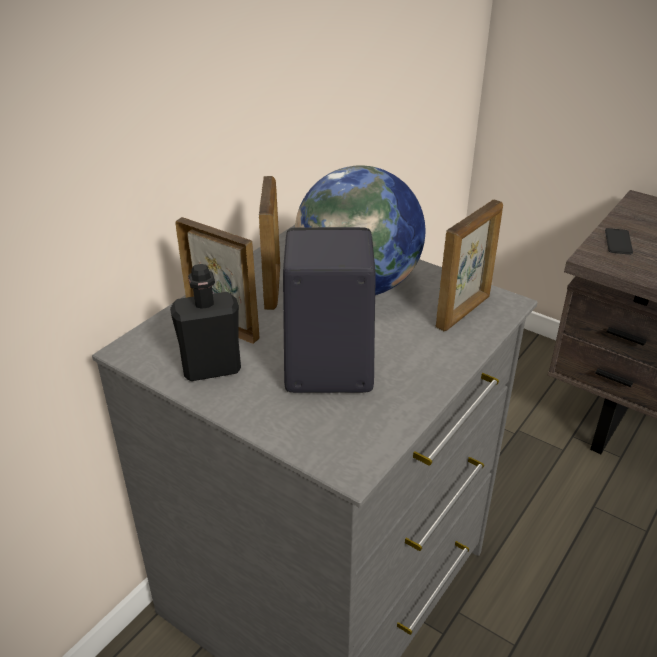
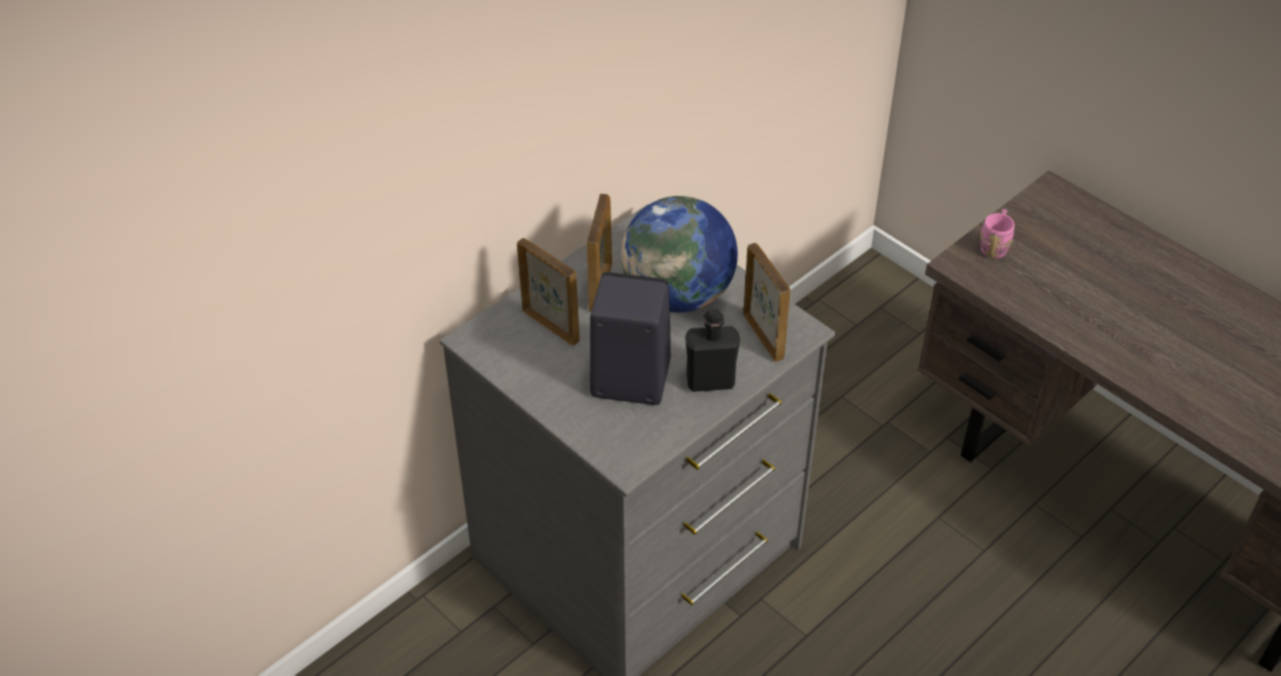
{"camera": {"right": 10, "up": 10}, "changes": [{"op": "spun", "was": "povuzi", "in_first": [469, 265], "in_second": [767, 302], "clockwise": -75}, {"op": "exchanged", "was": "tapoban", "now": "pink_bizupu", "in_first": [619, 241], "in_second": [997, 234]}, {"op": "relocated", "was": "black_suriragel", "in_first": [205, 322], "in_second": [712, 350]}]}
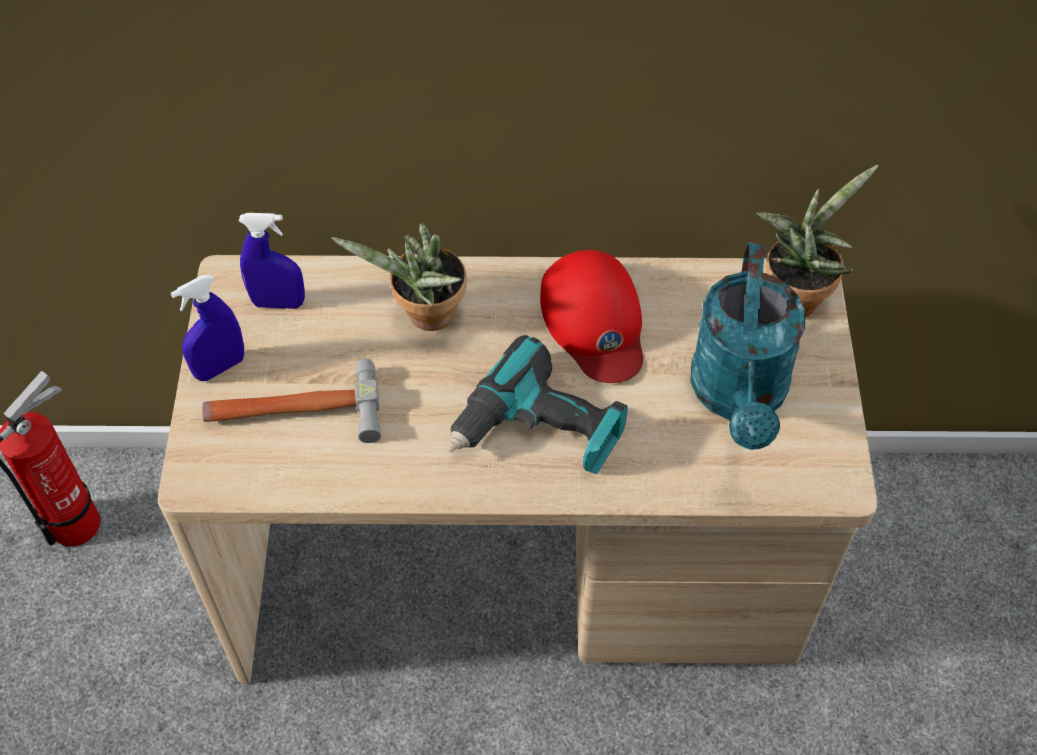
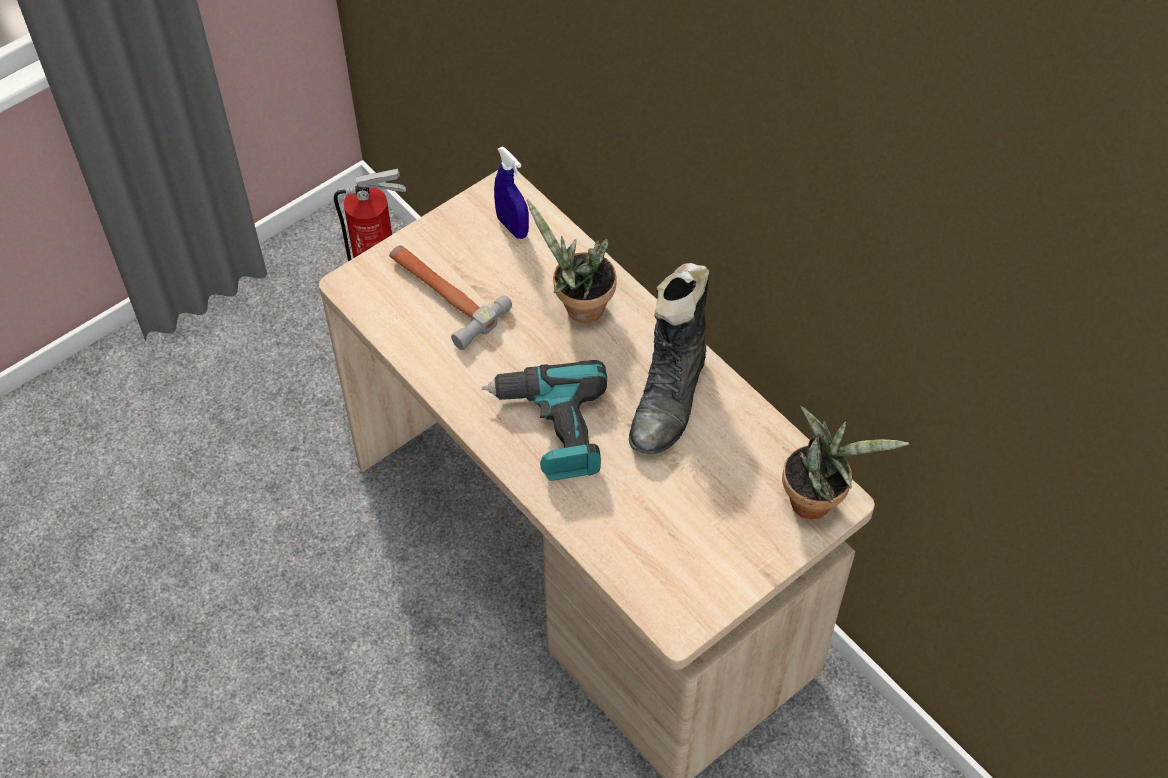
{"camera": {"right": 50, "up": 0}, "changes": [{"op": "missing", "was": "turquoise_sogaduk", "in_first": [747, 346]}, {"op": "exchanged", "was": "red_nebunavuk", "now": "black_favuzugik", "in_first": [591, 316], "in_second": [669, 358]}, {"op": "missing", "was": "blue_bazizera", "in_first": [207, 327]}]}
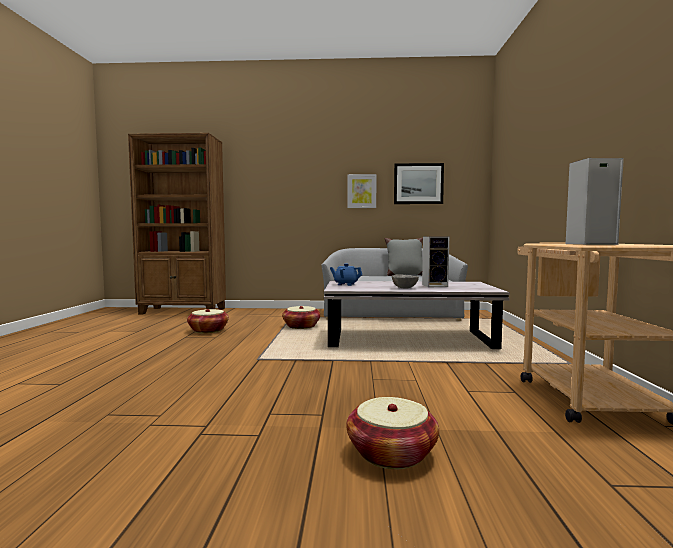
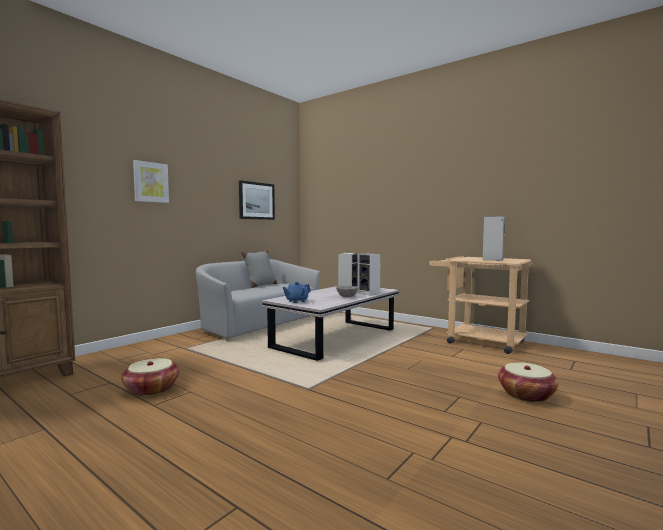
{"camera": {"right": -55, "up": 0}, "changes": [{"op": "relocated", "was": "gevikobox", "in_first": [362, 191], "in_second": [151, 181]}, {"op": "missing", "was": "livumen", "in_first": [301, 317]}, {"op": "appeared", "now": "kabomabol", "in_second": [369, 274]}]}
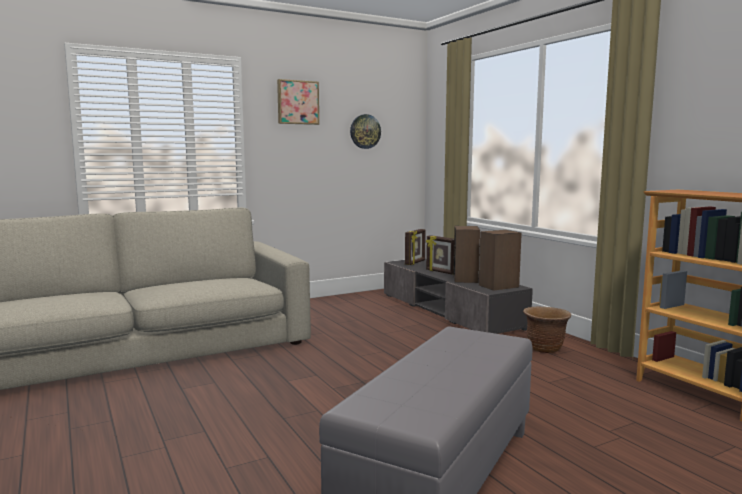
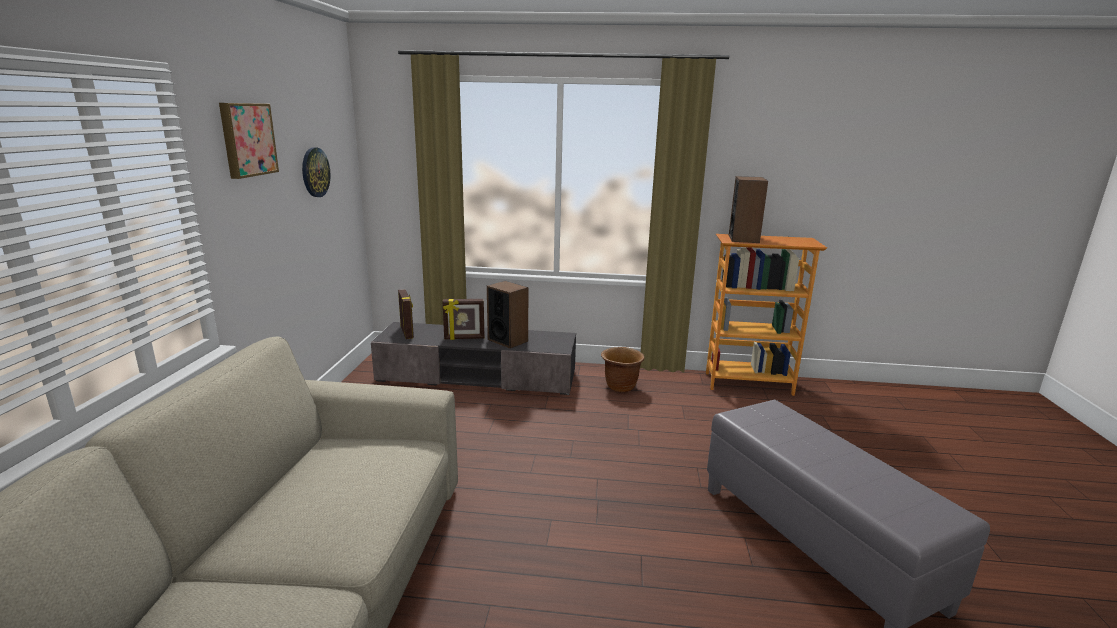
{"camera": {"right": -55, "up": 10}, "changes": [{"op": "relocated", "was": "kabomabol", "in_first": [500, 260], "in_second": [748, 209]}]}
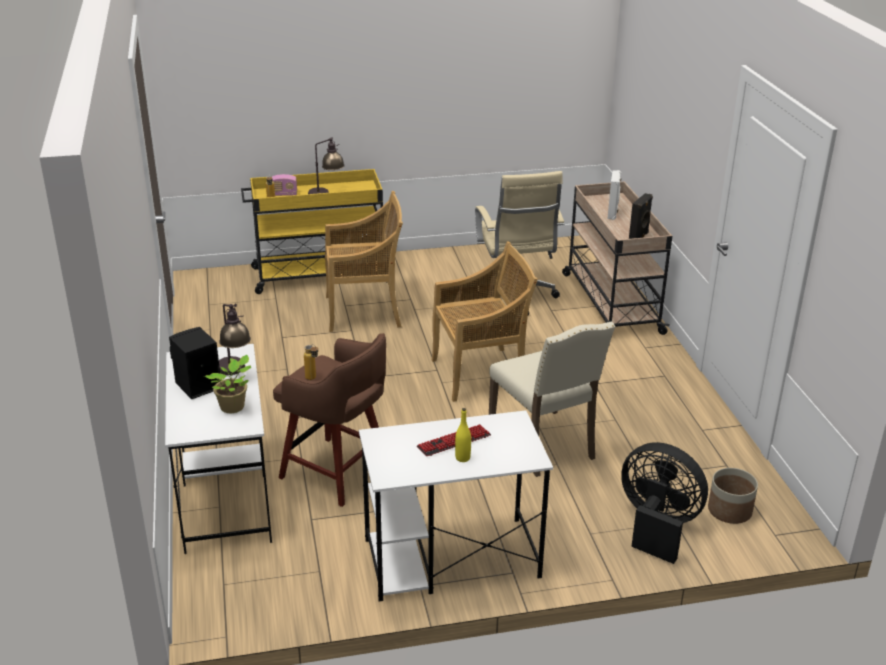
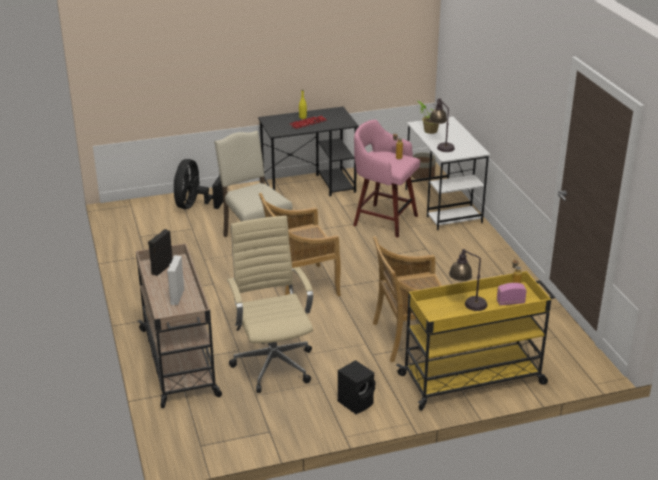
{"camera": {"right": 175, "up": 0}, "changes": [{"op": "relocated", "was": "black_kabomabol", "in_first": [194, 363], "in_second": [356, 387]}, {"op": "colour", "was": "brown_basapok", "now": "pink_basapok", "in_first": [329, 420], "in_second": [386, 179]}, {"op": "colour", "was": "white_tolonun", "now": "black_tolonun", "in_first": [456, 506], "in_second": [308, 151]}, {"op": "spun", "was": "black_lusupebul", "in_first": [664, 503], "in_second": [198, 184], "clockwise": 75}, {"op": "relocated", "was": "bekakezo", "in_first": [733, 496], "in_second": [423, 166]}]}
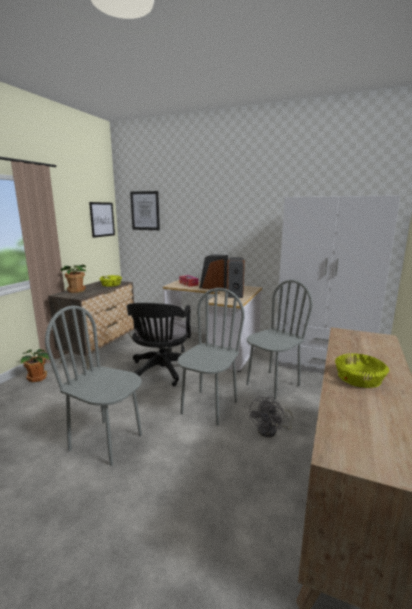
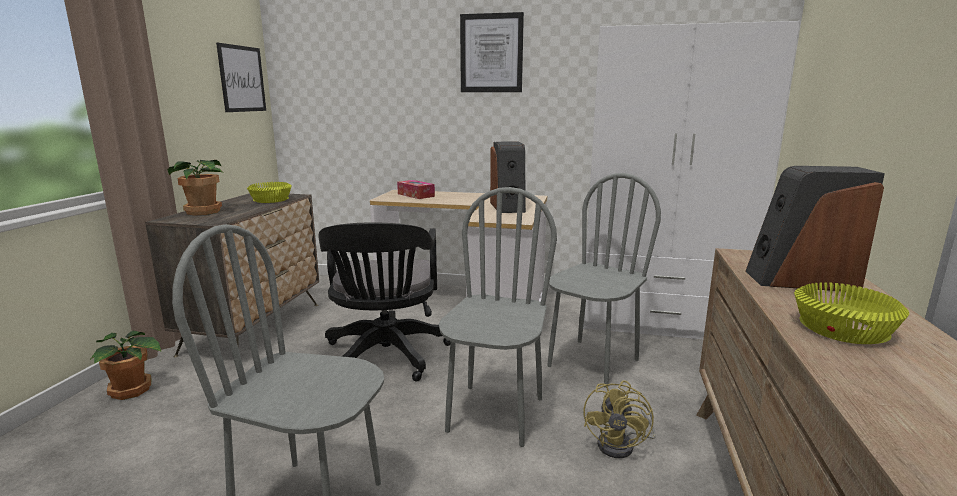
{"camera": {"right": -10, "up": 0}, "changes": [{"op": "relocated", "was": "gevikobox", "in_first": [145, 210], "in_second": [492, 52]}, {"op": "relocated", "was": "kabomabol", "in_first": [213, 271], "in_second": [815, 228]}, {"op": "colour", "was": "grey_lusupebul", "now": "yellow_lusupebul", "in_first": [271, 416], "in_second": [620, 419]}]}
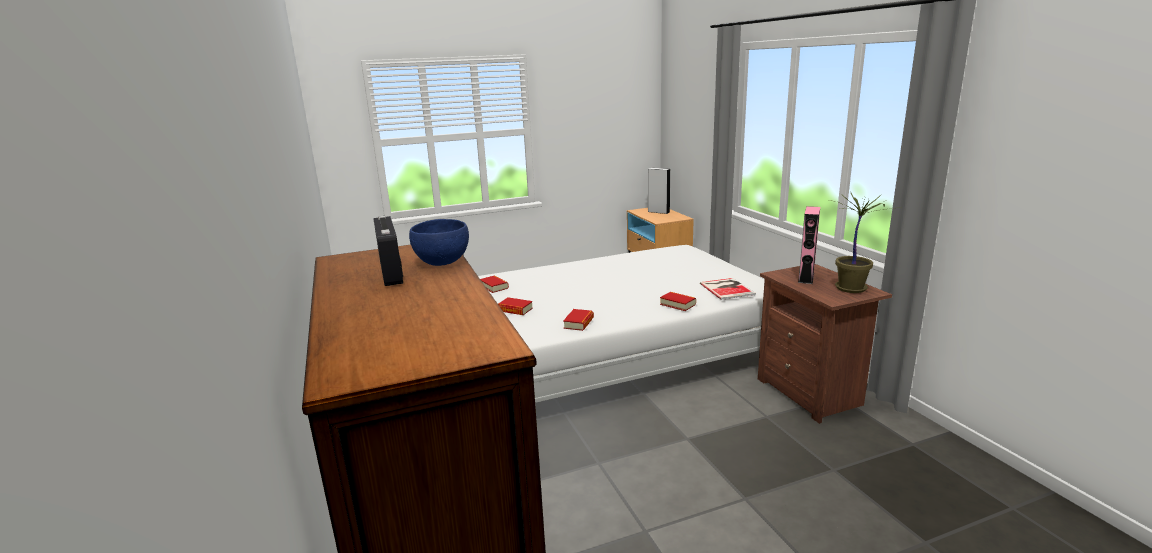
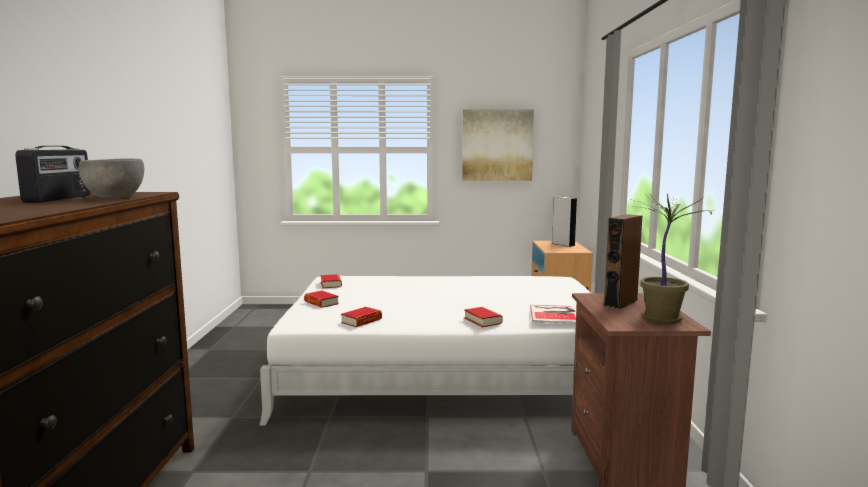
{"camera": {"right": 20, "up": -10}, "changes": [{"op": "colour", "was": "pink_kabomabol", "now": "brown_kabomabol", "in_first": [809, 245], "in_second": [622, 261]}, {"op": "colour", "was": "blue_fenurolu", "now": "grey_fenurolu", "in_first": [439, 242], "in_second": [111, 178]}, {"op": "appeared", "now": "gevikobox", "in_second": [498, 145]}]}
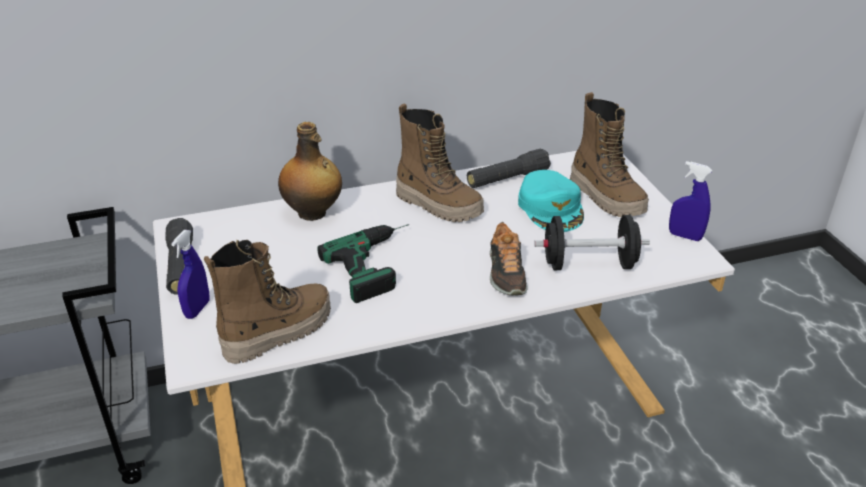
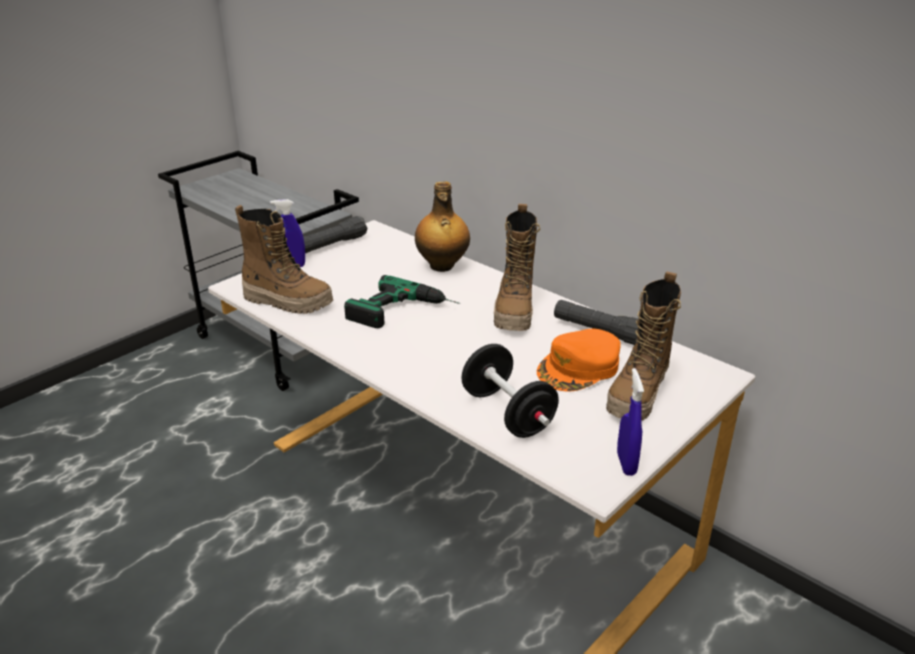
{"camera": {"right": 60, "up": -5}, "changes": [{"op": "colour", "was": "turquoise_nebunavuk", "now": "orange_nebunavuk", "in_first": [551, 201], "in_second": [579, 360]}, {"op": "missing", "was": "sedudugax", "in_first": [509, 259]}]}
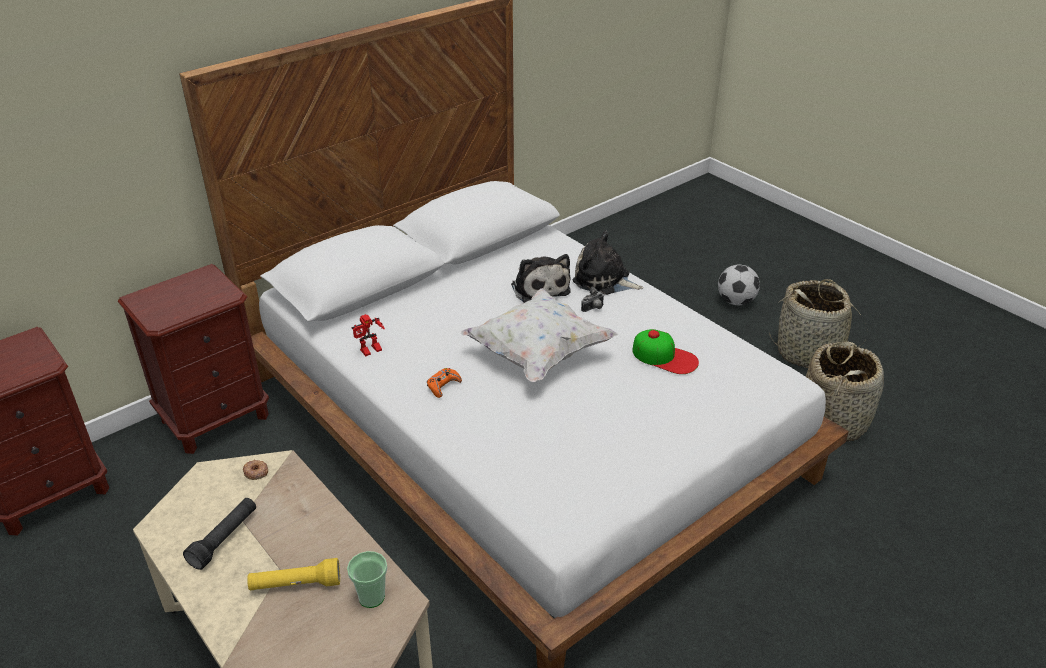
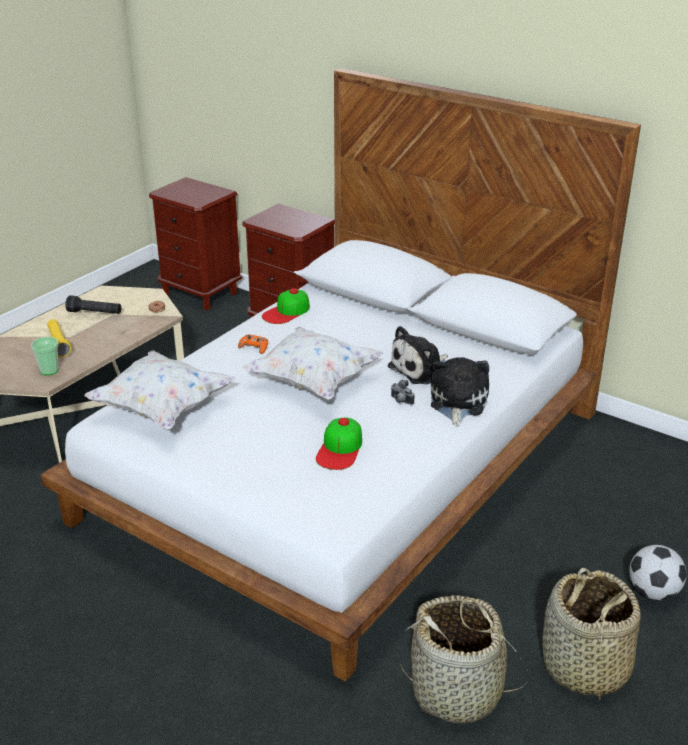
{"camera": {"right": 75, "up": -5}, "changes": [{"op": "exchanged", "was": "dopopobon", "now": "nebunavuk", "in_first": [368, 335], "in_second": [286, 306]}, {"op": "appeared", "now": "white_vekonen", "in_second": [160, 390]}]}
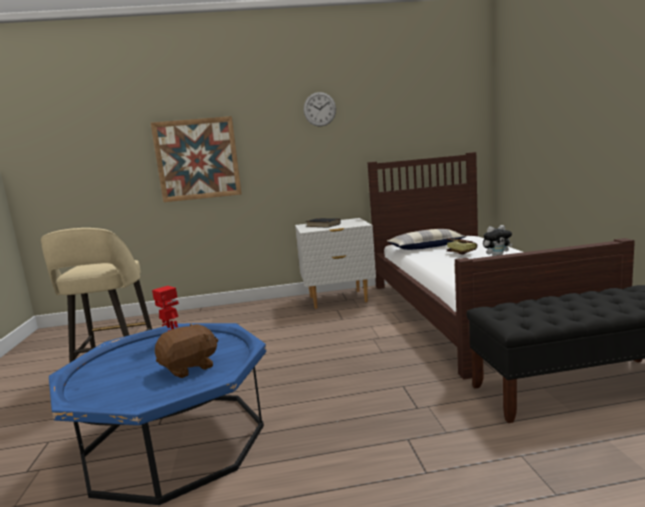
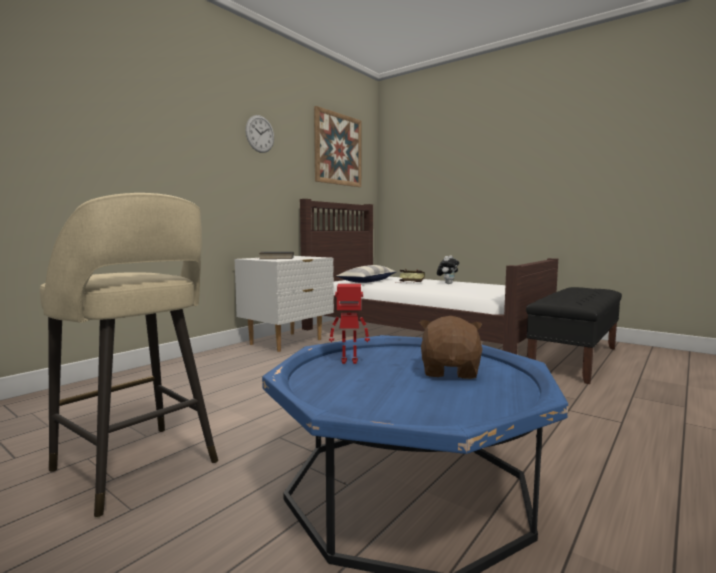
{"camera": {"right": -45, "up": -5}, "changes": [{"op": "relocated", "was": "gevikobox", "in_first": [196, 159], "in_second": [337, 146]}]}
